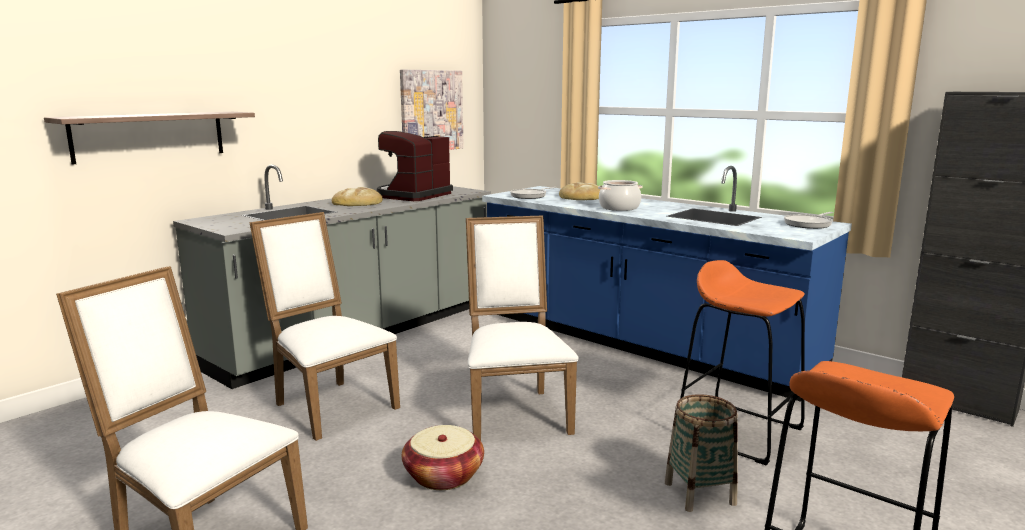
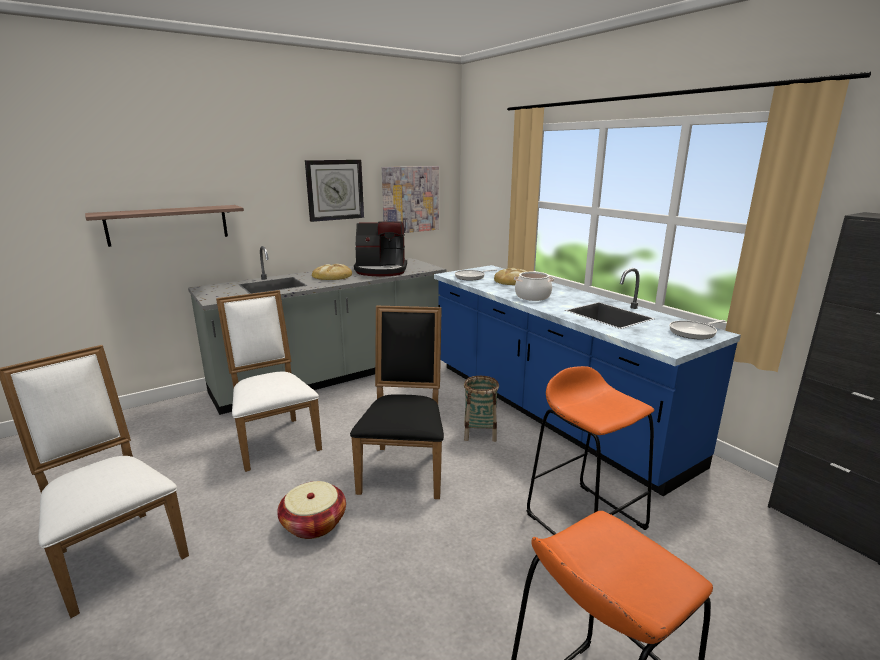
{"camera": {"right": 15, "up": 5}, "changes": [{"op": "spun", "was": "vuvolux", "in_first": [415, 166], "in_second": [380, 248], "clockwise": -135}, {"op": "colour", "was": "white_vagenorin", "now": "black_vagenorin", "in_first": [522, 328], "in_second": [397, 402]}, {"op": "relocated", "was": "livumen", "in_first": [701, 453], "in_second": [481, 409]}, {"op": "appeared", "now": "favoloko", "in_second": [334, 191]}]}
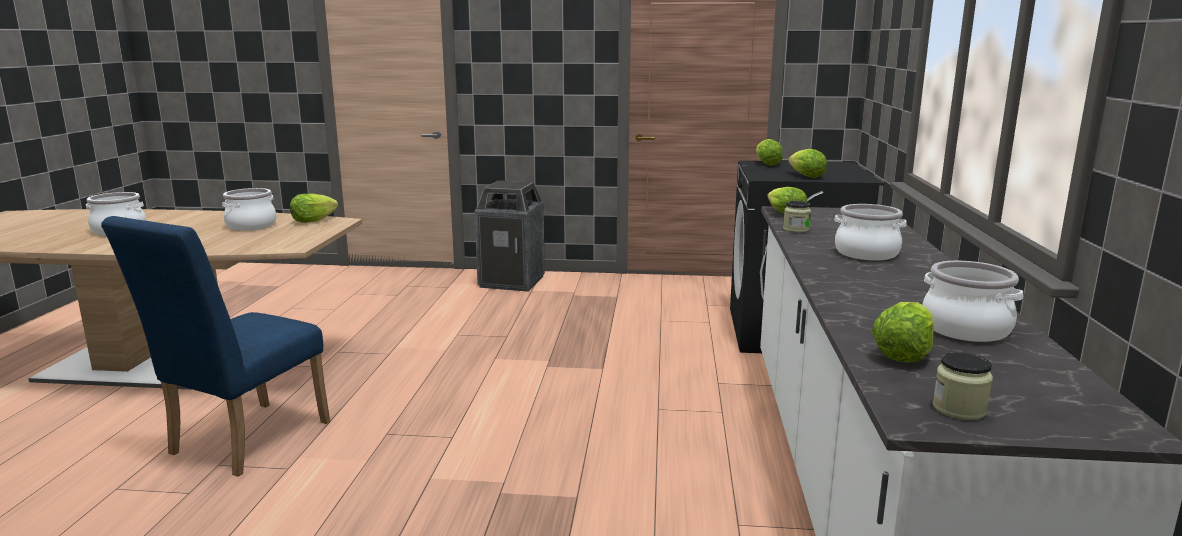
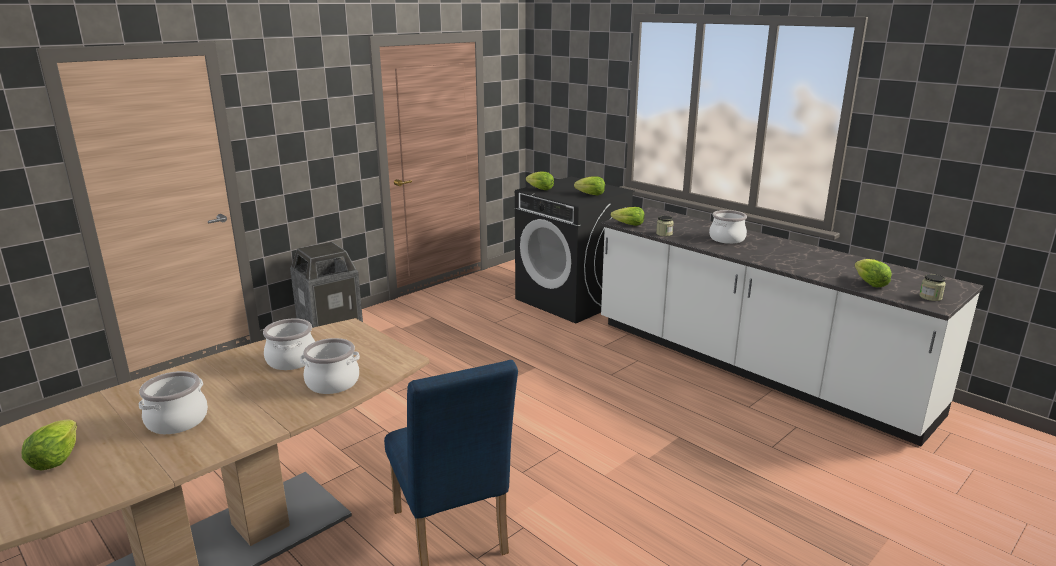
{"camera": {"right": -50, "up": 5}, "changes": [{"op": "relocated", "was": "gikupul", "in_first": [314, 208], "in_second": [49, 445]}, {"op": "relocated", "was": "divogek", "in_first": [972, 301], "in_second": [330, 366]}]}
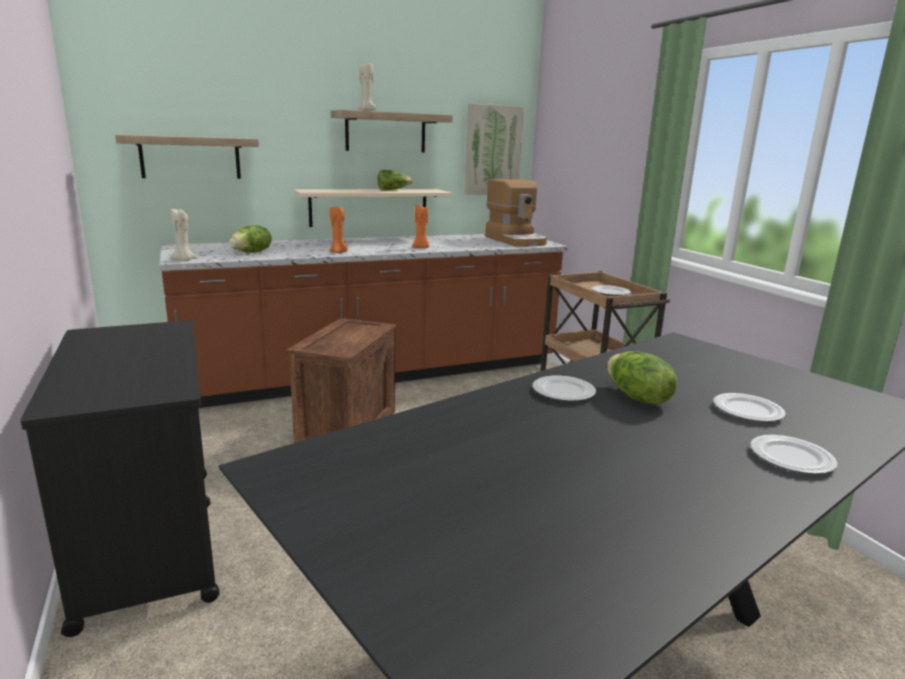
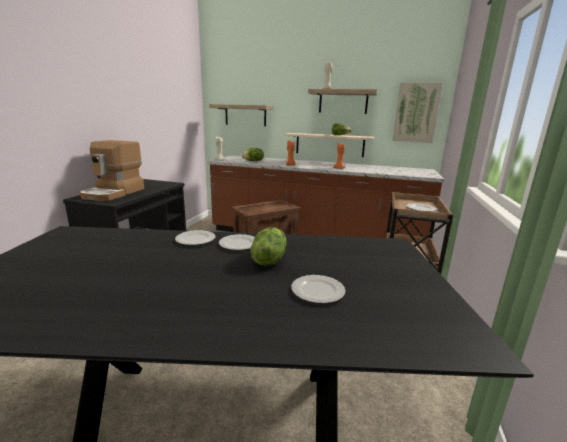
{"camera": {"right": 40, "up": 0}, "changes": [{"op": "relocated", "was": "vuvolux", "in_first": [516, 213], "in_second": [112, 170]}, {"op": "relocated", "was": "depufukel", "in_first": [794, 454], "in_second": [195, 237]}]}
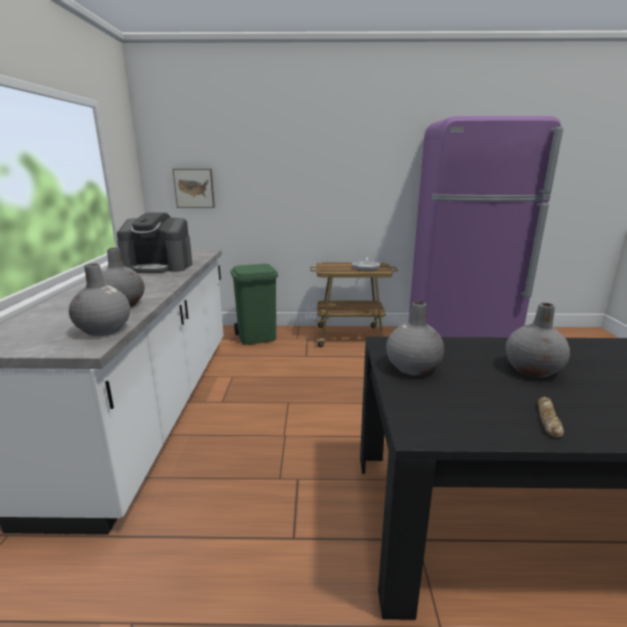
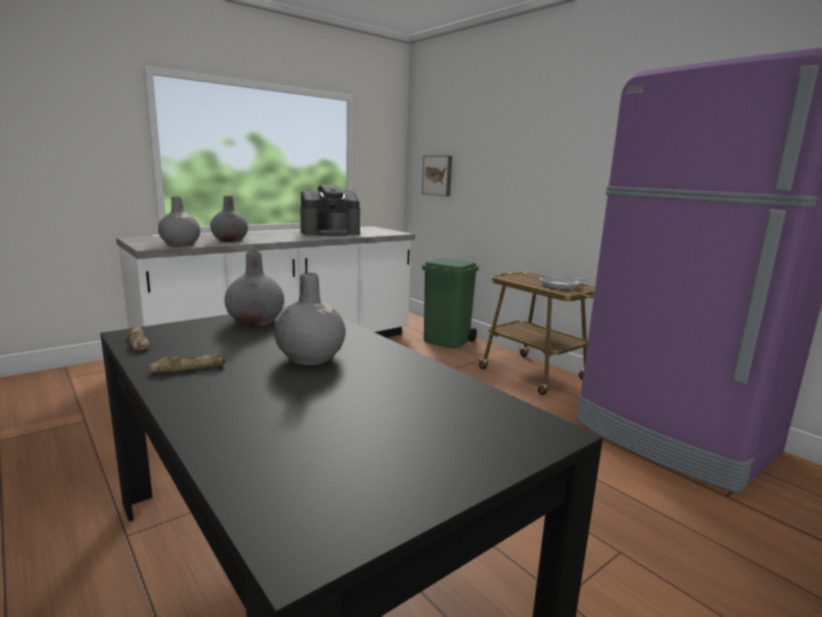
{"camera": {"right": 50, "up": -5}, "changes": [{"op": "spun", "was": "vuvolux", "in_first": [155, 243], "in_second": [330, 210], "clockwise": -75}, {"op": "appeared", "now": "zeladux", "in_second": [139, 338]}]}
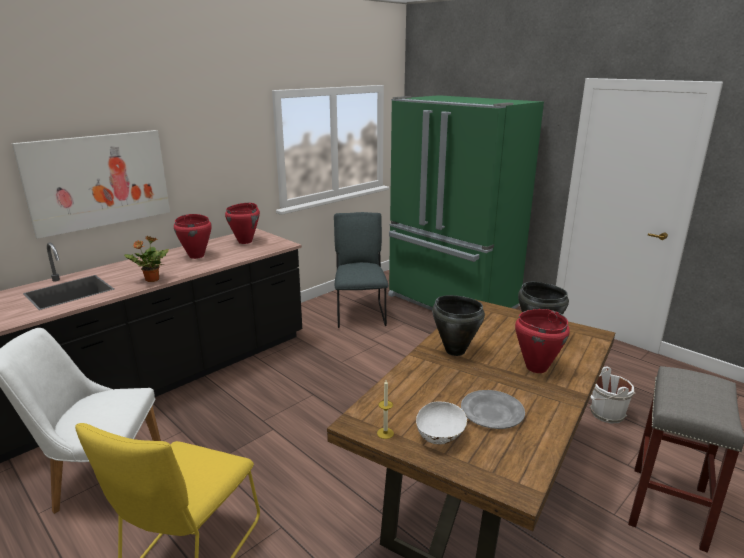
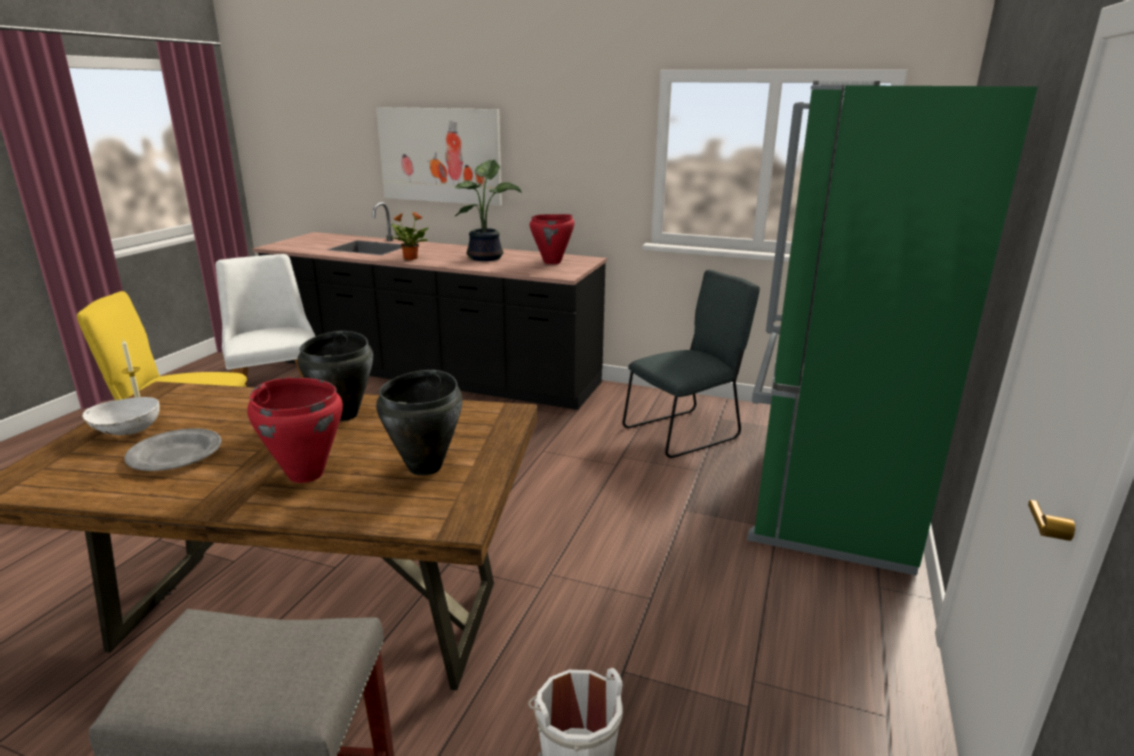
{"camera": {"right": 65, "up": 0}, "changes": [{"op": "exchanged", "was": "red_divogek", "now": "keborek", "in_first": [193, 236], "in_second": [488, 210]}]}
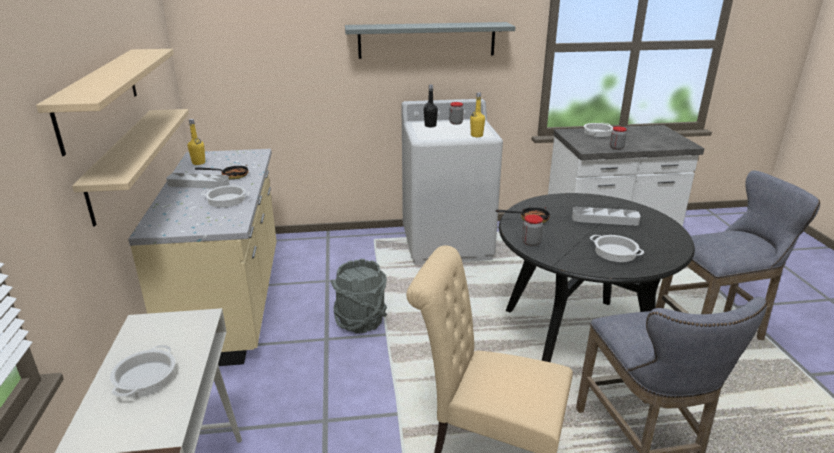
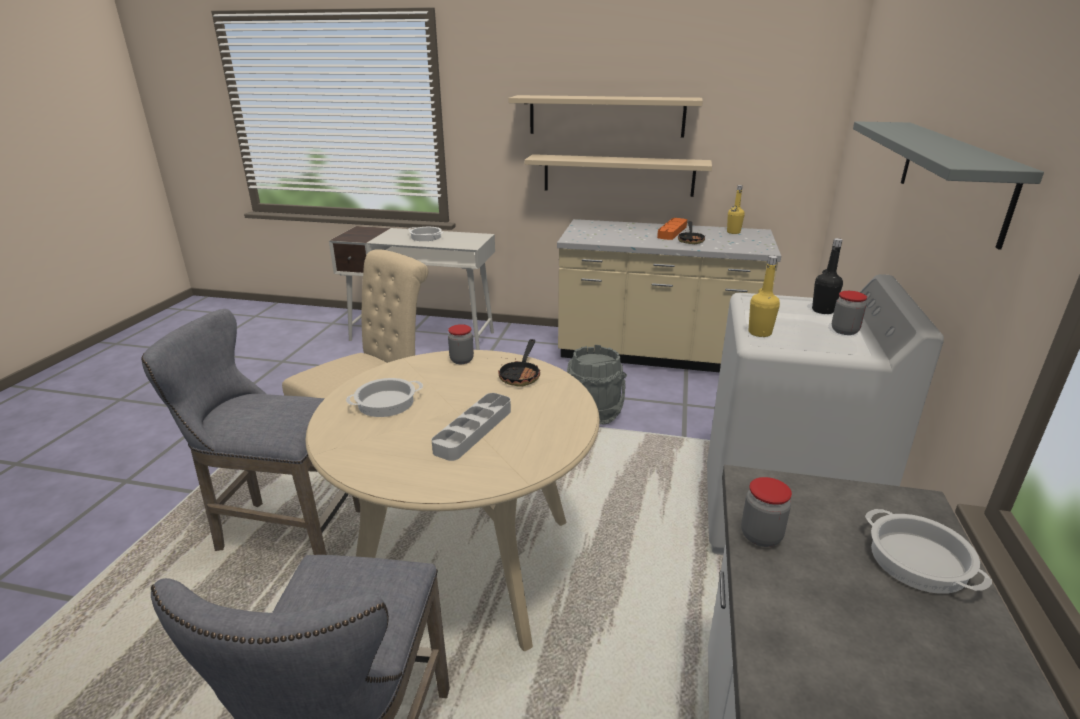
{"camera": {"right": 110, "up": 0}, "changes": [{"op": "colour", "was": "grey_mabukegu", "now": "orange_mabukegu", "in_first": [198, 181], "in_second": [672, 229]}, {"op": "missing", "was": "divogek", "in_first": [225, 196]}, {"op": "colour", "was": "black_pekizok", "now": "beige_pekizok", "in_first": [597, 277], "in_second": [452, 500]}]}
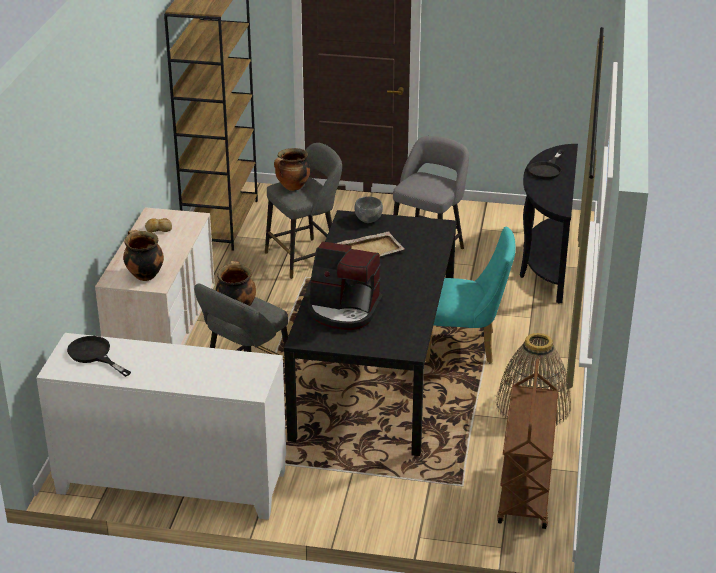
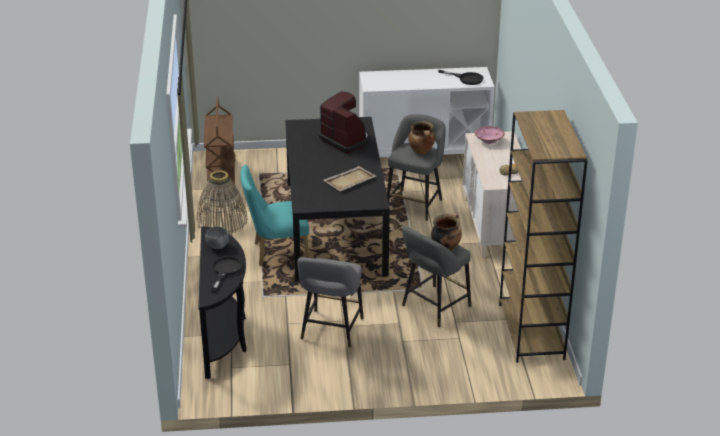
{"camera": {"right": 165, "up": 0}, "changes": [{"op": "relocated", "was": "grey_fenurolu", "in_first": [368, 209], "in_second": [217, 238]}, {"op": "exchanged", "was": "divogek", "now": "pink_fenurolu", "in_first": [143, 255], "in_second": [490, 135]}, {"op": "spun", "was": "vuvolux", "in_first": [345, 285], "in_second": [344, 122], "clockwise": 45}]}
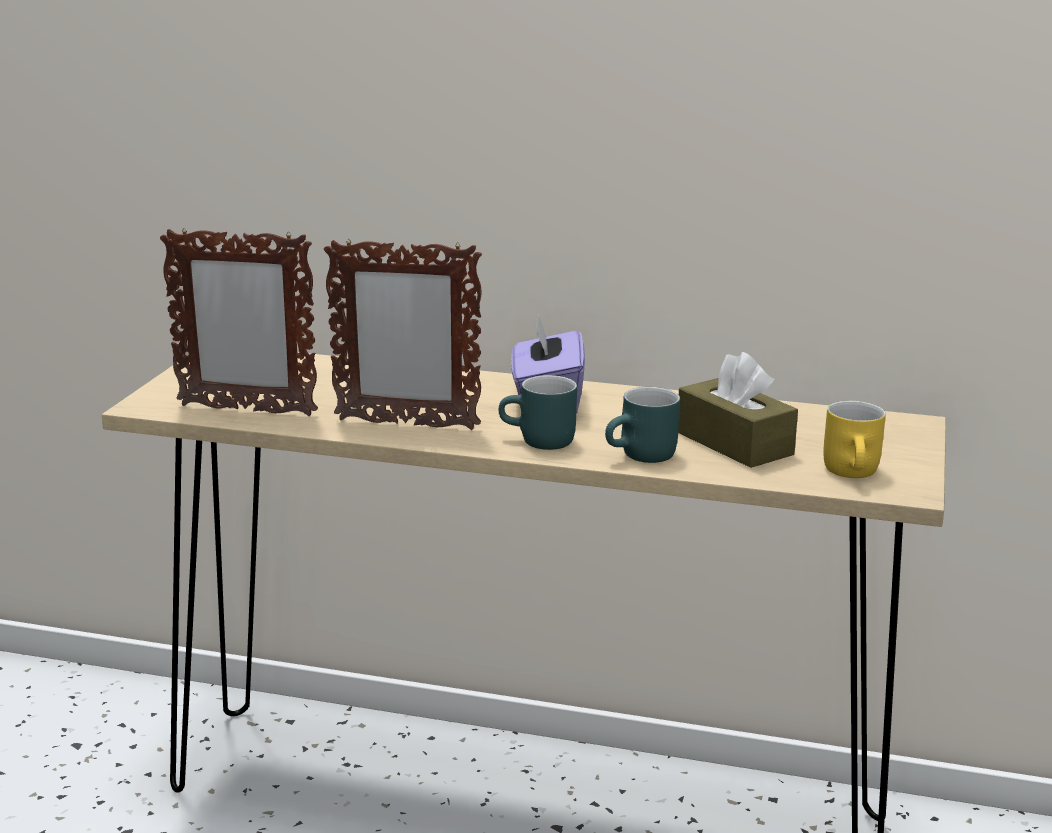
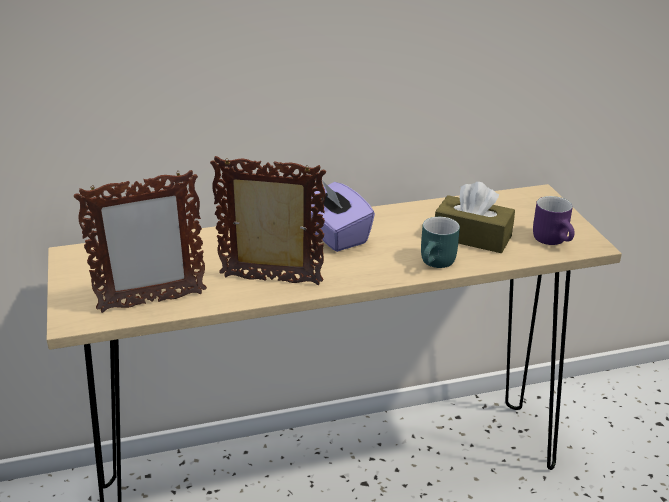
{"camera": {"right": -30, "up": 10}, "changes": [{"op": "spun", "was": "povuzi", "in_first": [403, 334], "in_second": [268, 220], "clockwise": -150}, {"op": "missing", "was": "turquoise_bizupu", "in_first": [538, 412]}, {"op": "colour", "was": "yellow_bizupu", "now": "purple_bizupu", "in_first": [854, 439], "in_second": [554, 220]}]}
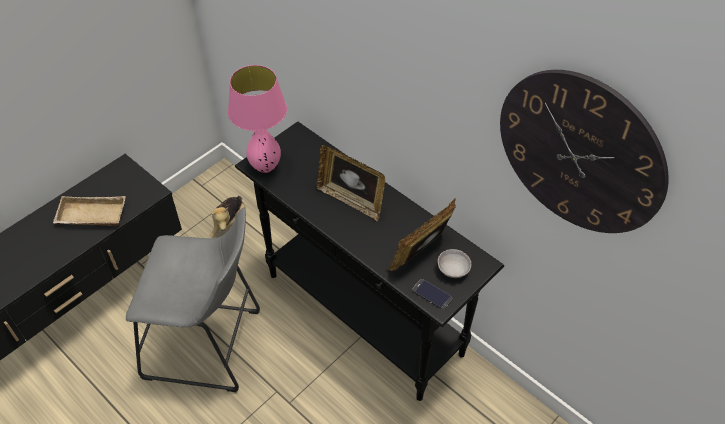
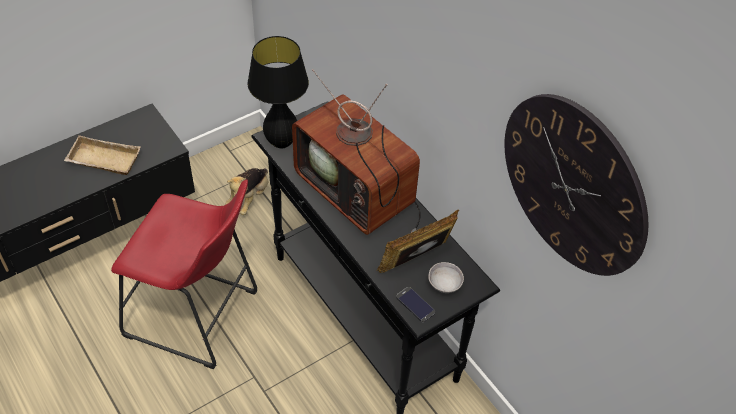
{"camera": {"right": 10, "up": 0}, "changes": [{"op": "colour", "was": "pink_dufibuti", "now": "black_dufibuti", "in_first": [257, 119], "in_second": [278, 92]}, {"op": "exchanged", "was": "povuzi", "now": "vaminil", "in_first": [351, 183], "in_second": [356, 152]}, {"op": "colour", "was": "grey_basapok", "now": "red_basapok", "in_first": [193, 300], "in_second": [184, 274]}]}
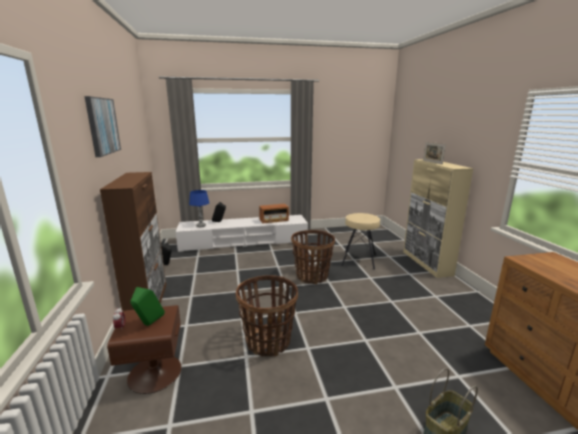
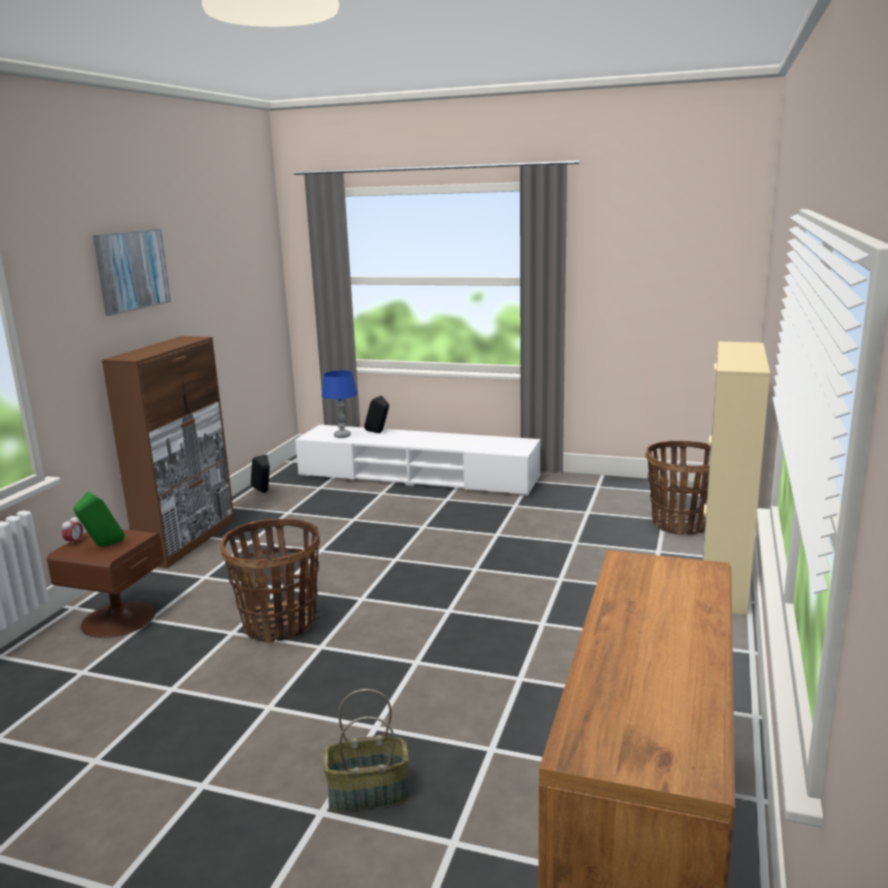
{"camera": {"right": 30, "up": 0}, "changes": [{"op": "missing", "was": "povuzi", "in_first": [434, 153]}, {"op": "missing", "was": "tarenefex", "in_first": [274, 214]}, {"op": "missing", "was": "beige_basapok", "in_first": [360, 241]}, {"op": "relocated", "was": "livumen", "in_first": [313, 257], "in_second": [678, 488]}]}
